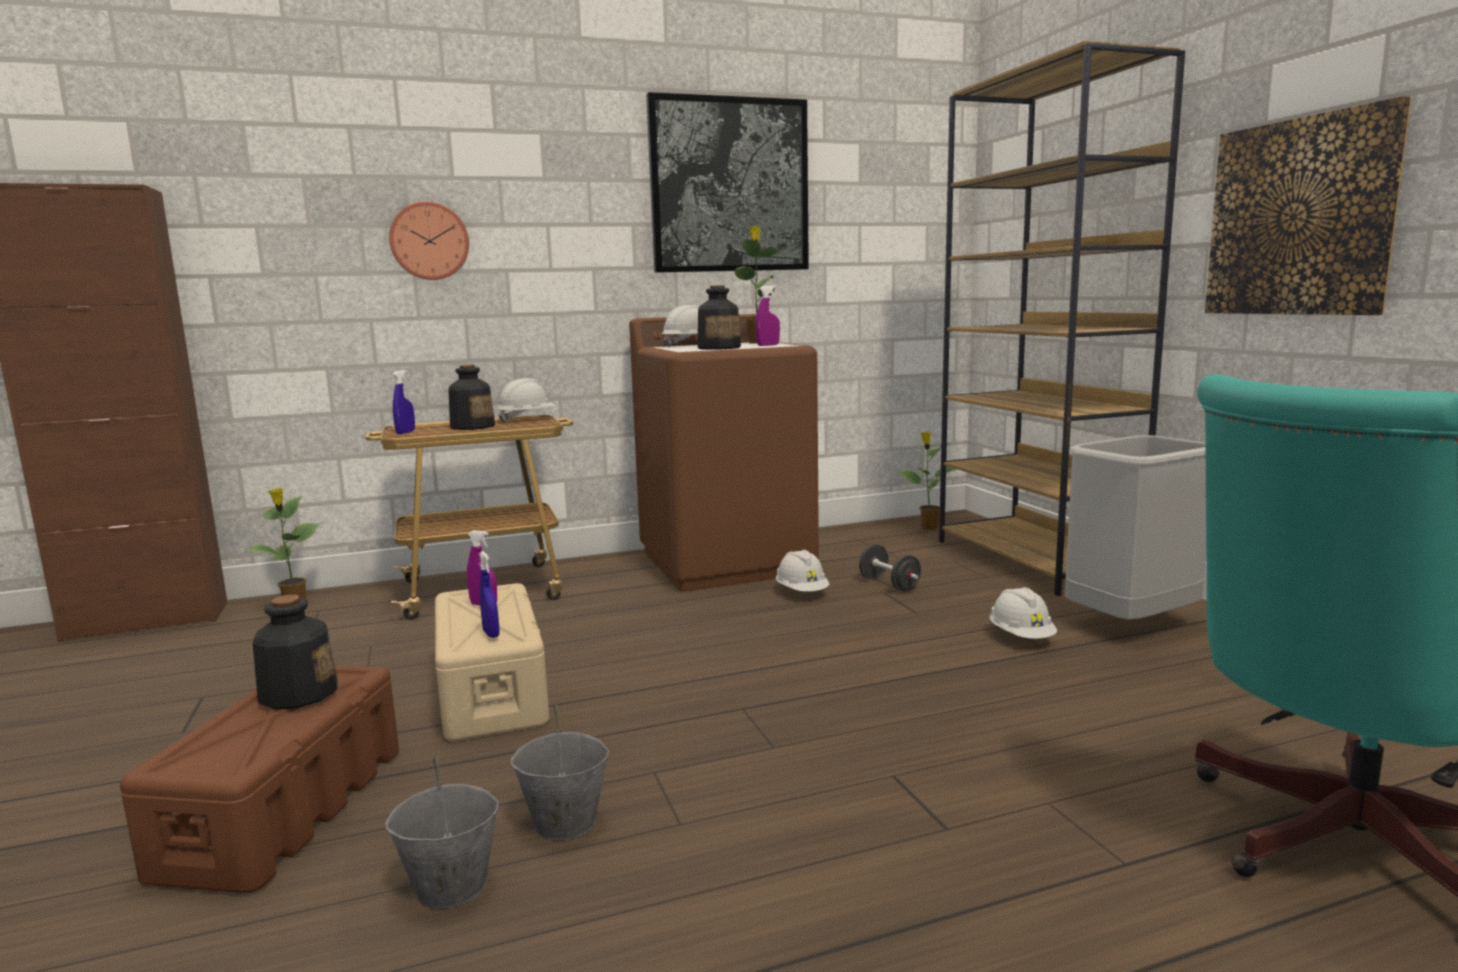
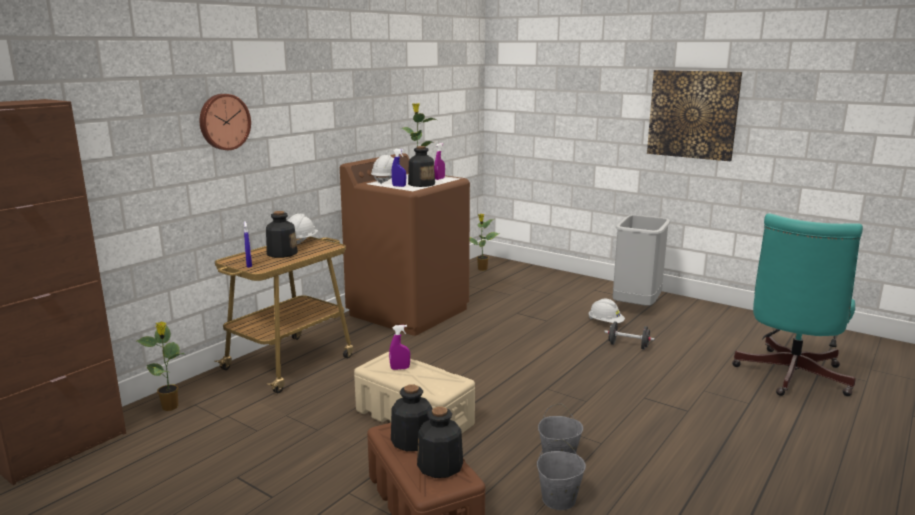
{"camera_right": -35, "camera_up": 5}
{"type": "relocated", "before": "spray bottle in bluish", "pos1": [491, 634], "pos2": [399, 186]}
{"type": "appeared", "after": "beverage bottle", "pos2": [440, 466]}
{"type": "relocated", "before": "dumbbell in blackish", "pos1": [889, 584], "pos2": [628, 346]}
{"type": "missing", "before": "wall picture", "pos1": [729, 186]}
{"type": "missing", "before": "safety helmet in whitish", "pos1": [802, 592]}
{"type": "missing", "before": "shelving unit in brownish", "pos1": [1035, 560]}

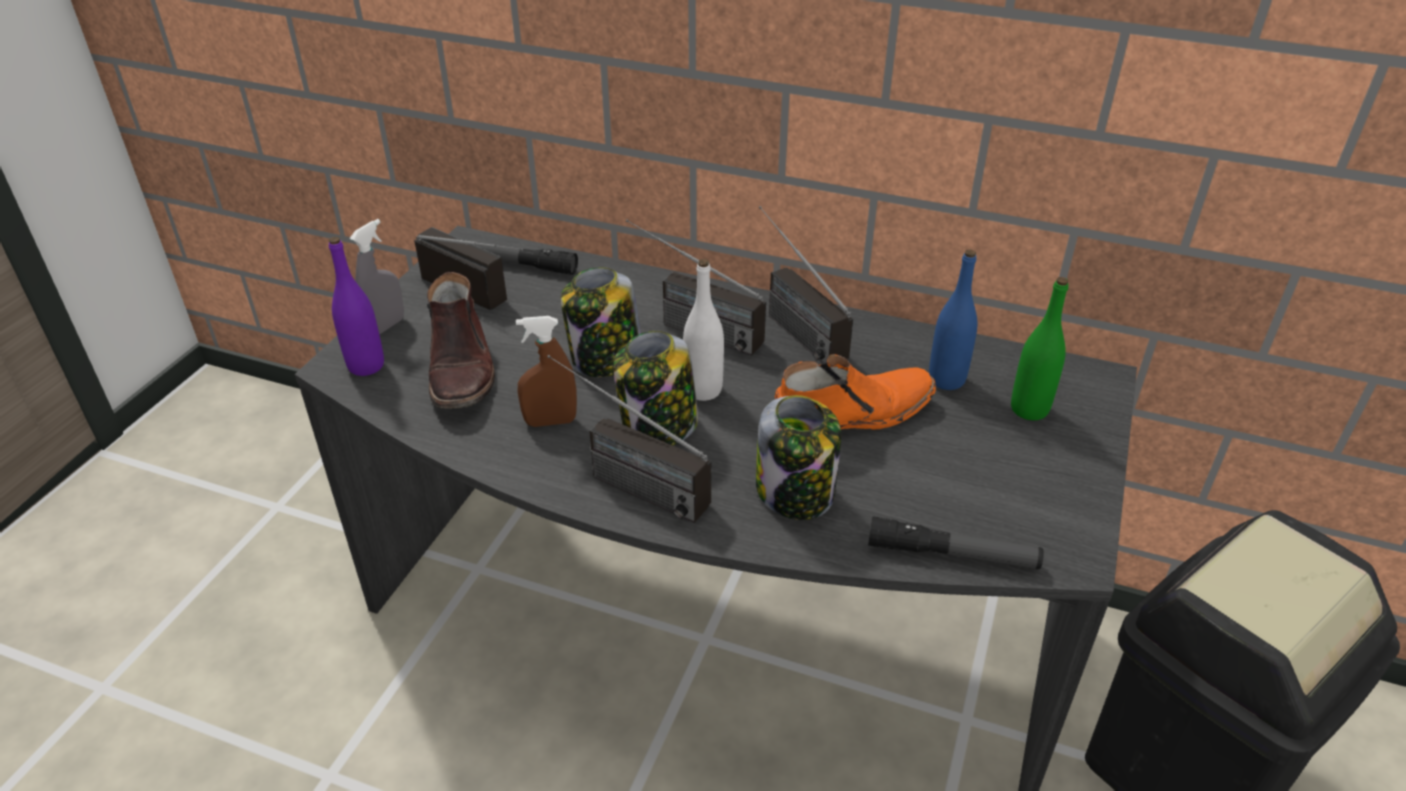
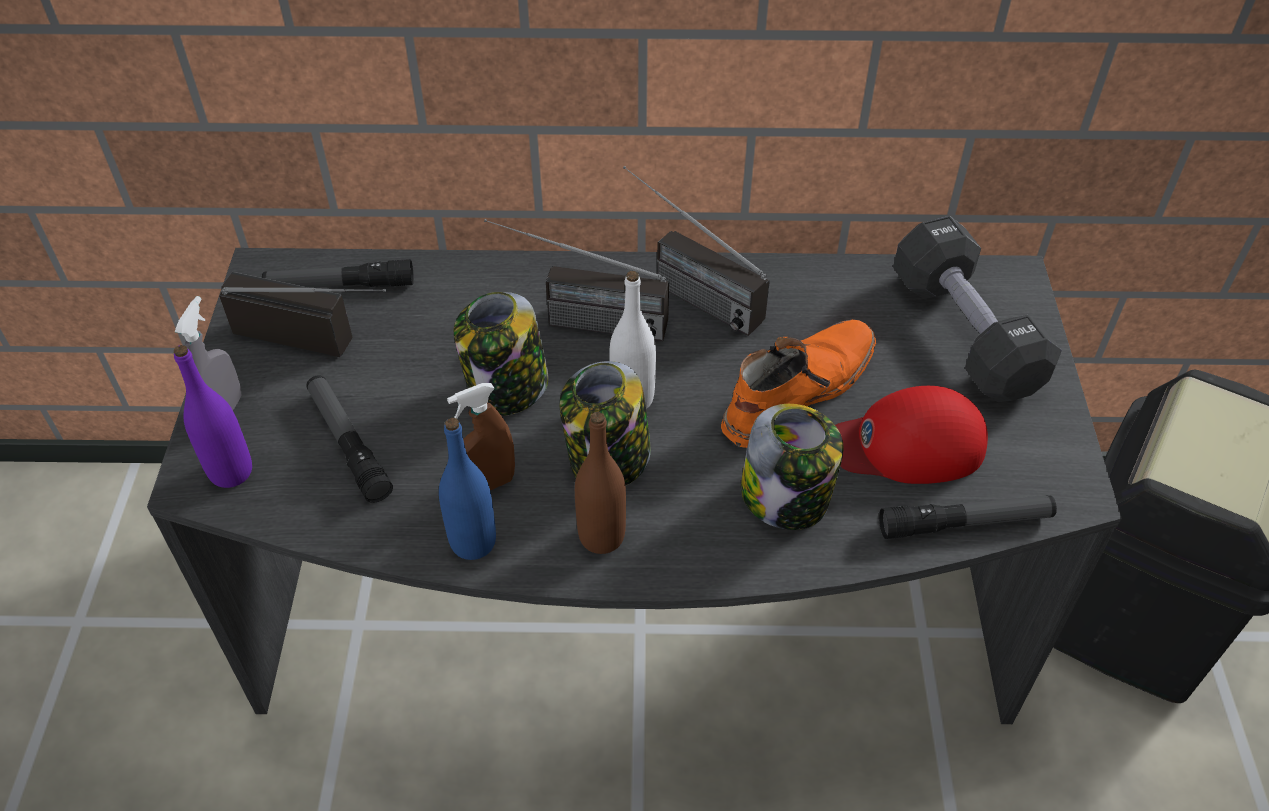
{"camera_right": -20, "camera_up": 10}
{"type": "exchanged", "before": "high-top boot in brownish", "after": "hand torch", "pos1": [462, 368], "pos2": [348, 444]}
{"type": "relocated", "before": "beverage bottle in bluish", "pos1": [946, 380], "pos2": [473, 542]}
{"type": "exchanged", "before": "radio set", "after": "beverage bottle in brownish", "pos1": [622, 480], "pos2": [601, 536]}
{"type": "appeared", "after": "baseball cap in red", "pos2": [907, 444]}
{"type": "exchanged", "before": "beverage bottle in green-coloured", "after": "dumbbell in blackish", "pos1": [1029, 409], "pos2": [965, 333]}

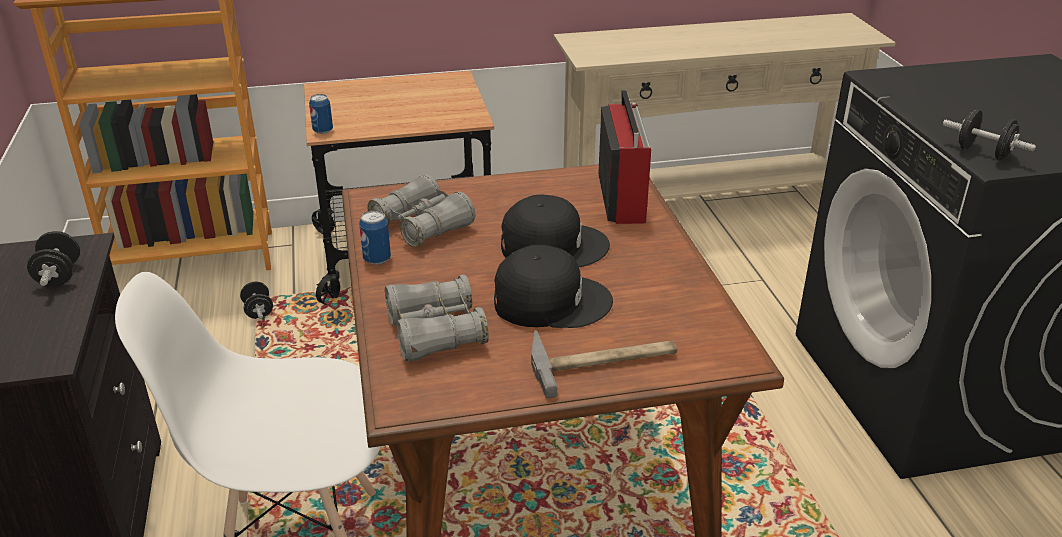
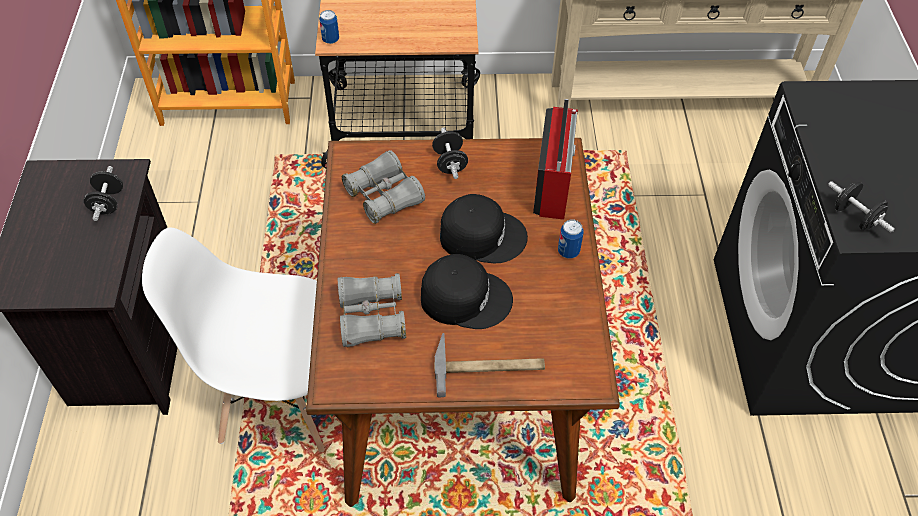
{"camera_right": 10, "camera_up": 20}
{"type": "relocated", "before": "dumbbell in blackish", "pos1": [258, 311], "pos2": [450, 163]}
{"type": "relocated", "before": "metal can", "pos1": [377, 259], "pos2": [568, 251]}

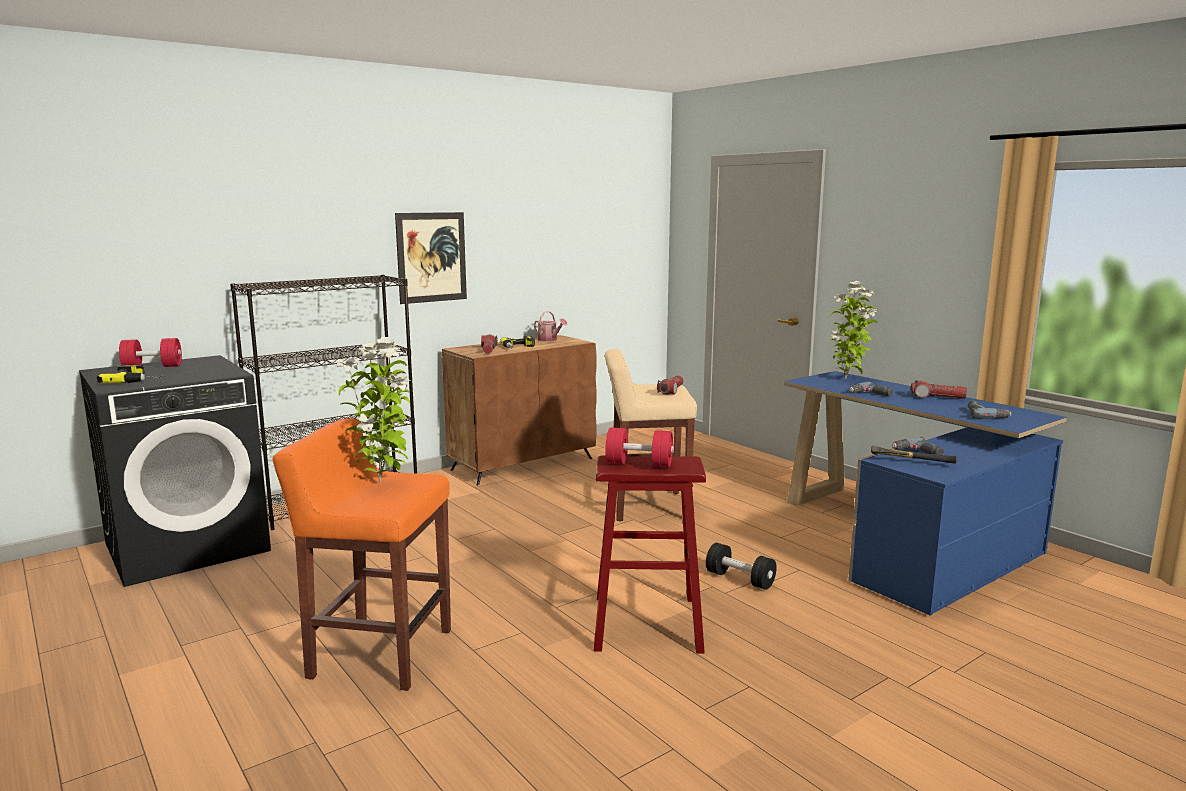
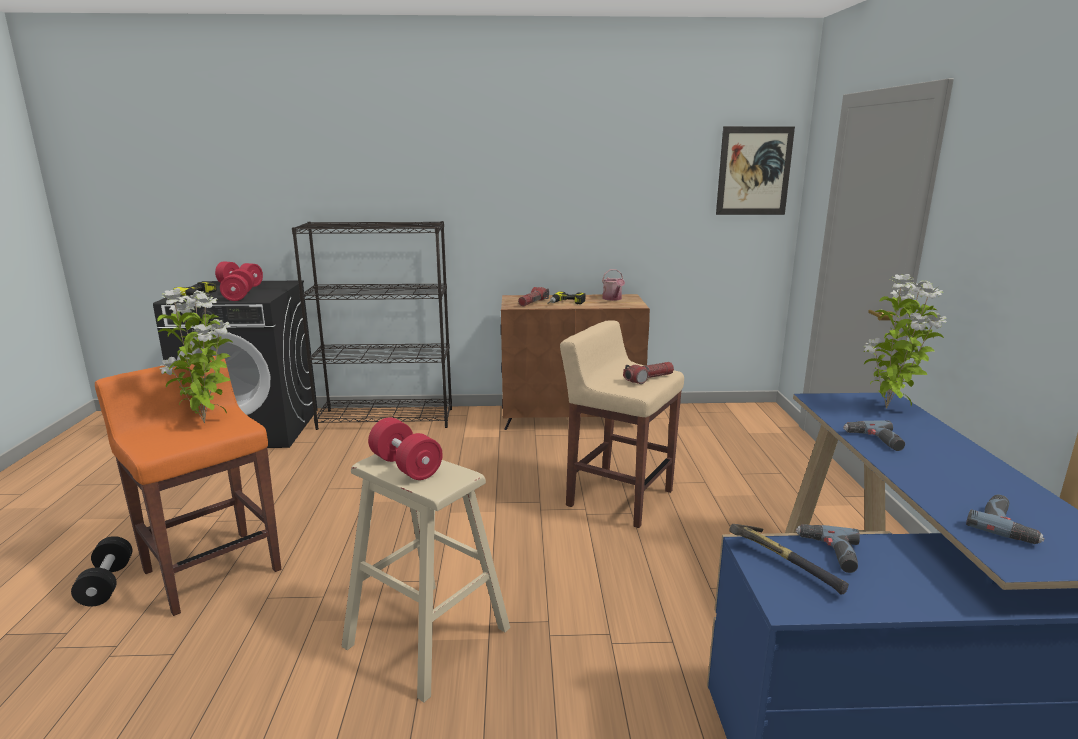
{"camera_right": 35, "camera_up": 5}
{"type": "relocated", "before": "dumbbell in blackish", "pos1": [740, 579], "pos2": [107, 584]}
{"type": "appeared", "after": "dumbbell in red", "pos2": [239, 296]}
{"type": "colour", "before": "sitting stool in red", "after": "sitting stool in beige", "pos1": [647, 623], "pos2": [427, 637]}
{"type": "relocated", "before": "wall picture", "pos1": [431, 257], "pos2": [754, 171]}
{"type": "missing", "before": "hand torch", "pos1": [937, 397]}

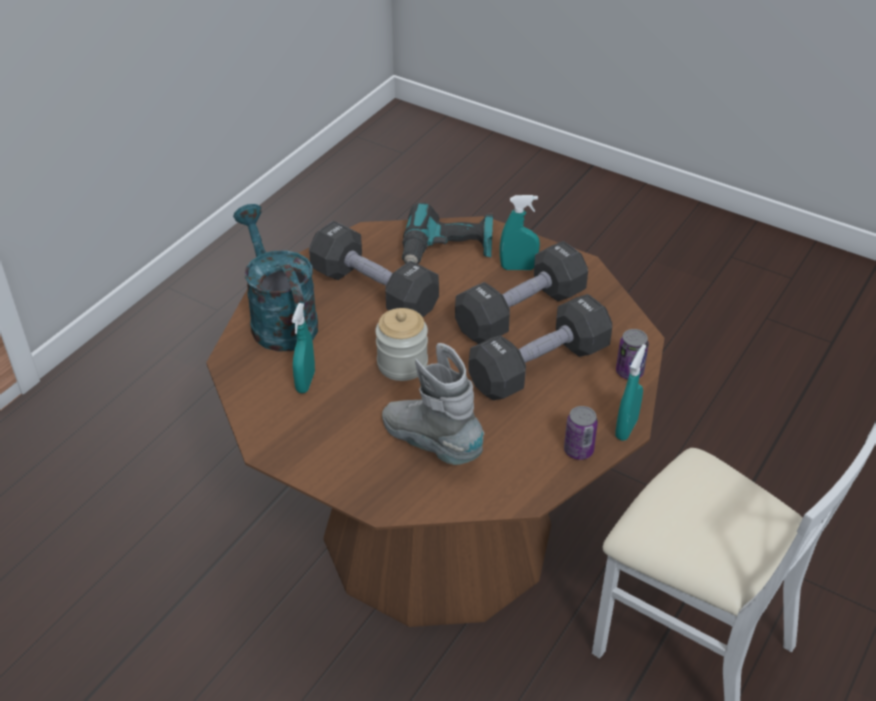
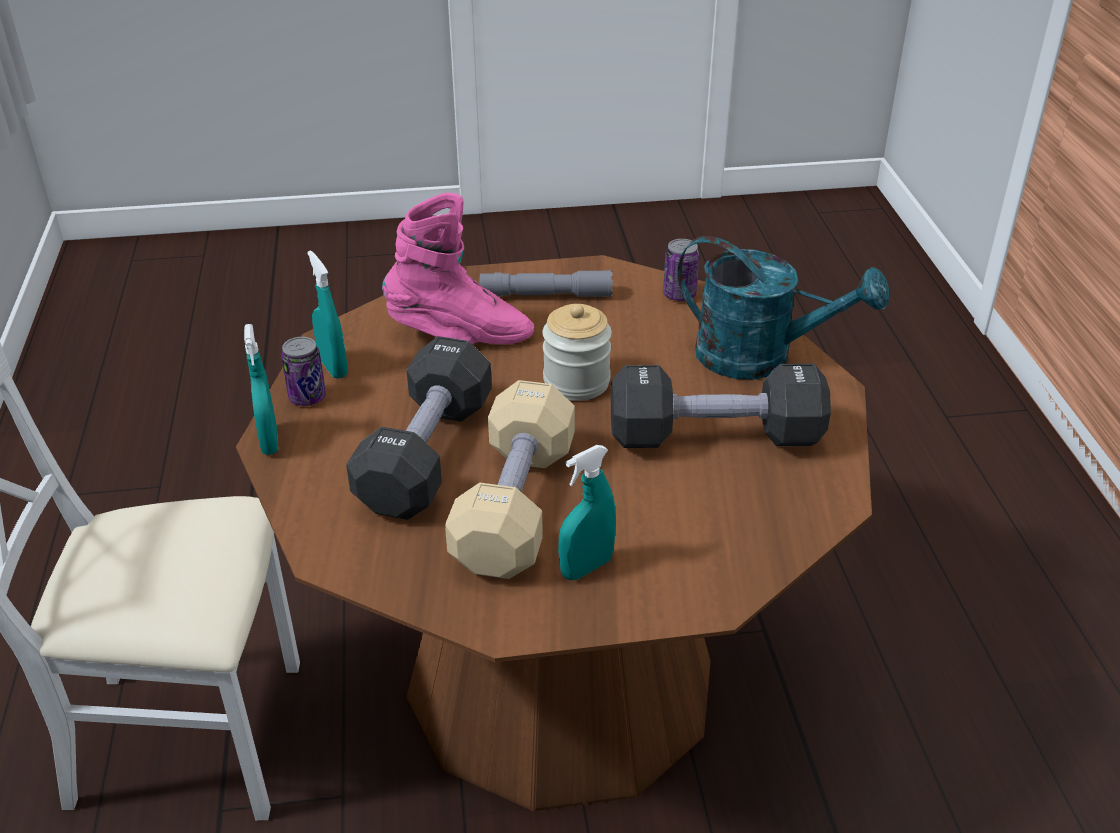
{"camera_right": 140, "camera_up": -5}
{"type": "relocated", "before": "spray bottle in turquoise-coloured", "pos1": [305, 382], "pos2": [333, 367]}
{"type": "colour", "before": "high-top boot in grey", "after": "high-top boot in pink-coloured", "pos1": [432, 444], "pos2": [460, 336]}
{"type": "colour", "before": "dumbbell in blackish", "after": "dumbbell in beige", "pos1": [520, 312], "pos2": [515, 506]}
{"type": "appeared", "after": "hand torch in grey", "pos2": [546, 295]}
{"type": "relocated", "before": "metal can", "pos1": [629, 372], "pos2": [679, 295]}
{"type": "missing", "before": "power drill", "pos1": [447, 251]}

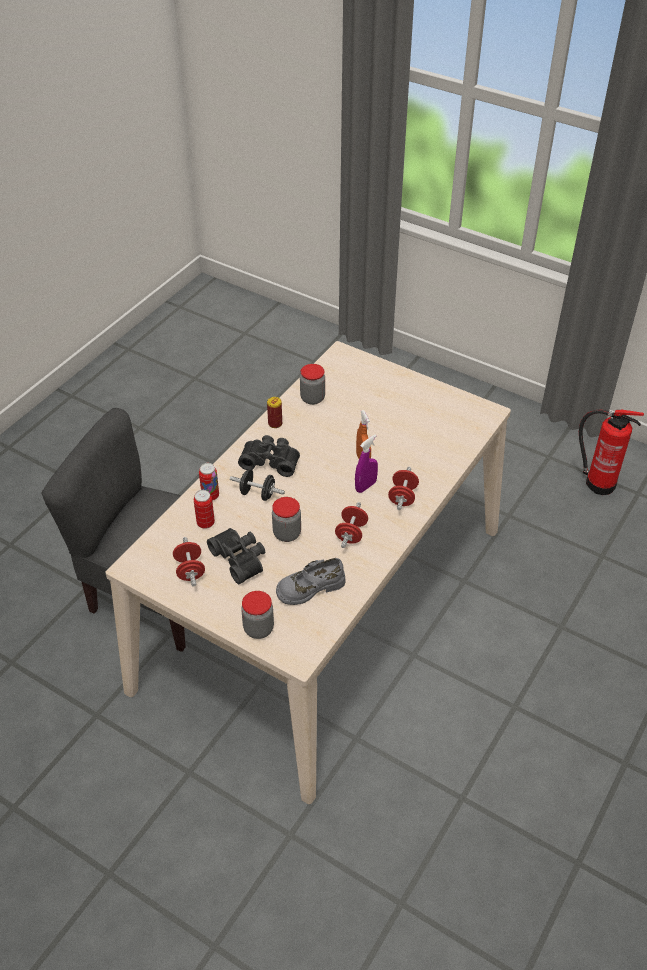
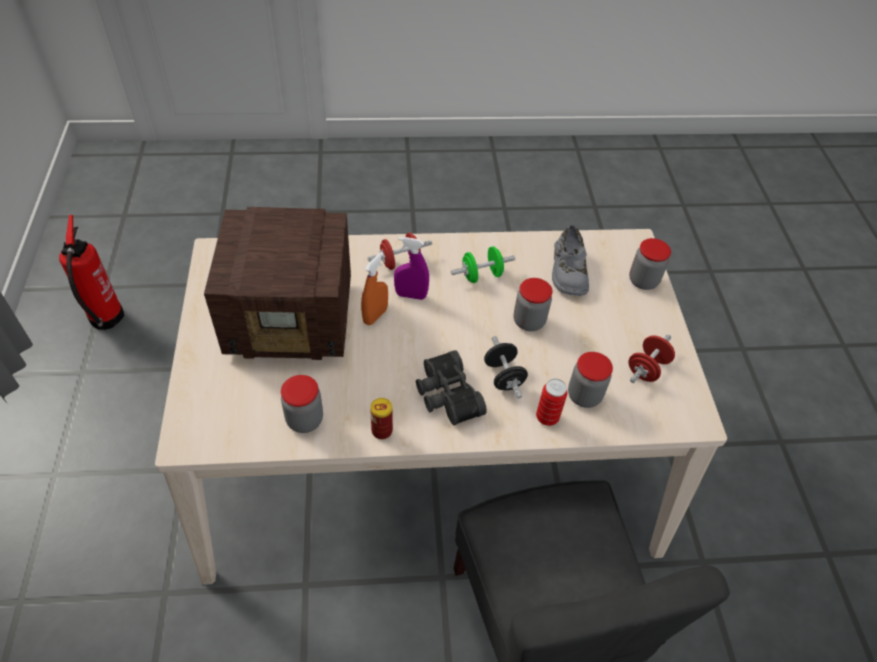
{"camera_right": -130, "camera_up": 5}
{"type": "appeared", "after": "radio set", "pos2": [293, 319]}
{"type": "colour", "before": "dumbbell in red", "after": "dumbbell in green-coloured", "pos1": [351, 533], "pos2": [481, 275]}
{"type": "spun", "before": "shoe in grey", "pos1": [310, 587], "pos2": [568, 271], "turn": 60}
{"type": "exchanged", "before": "metal can", "after": "preserve jar", "pos1": [205, 523], "pos2": [584, 395]}
{"type": "missing", "before": "pair of binoculars in blackish", "pos1": [240, 558]}

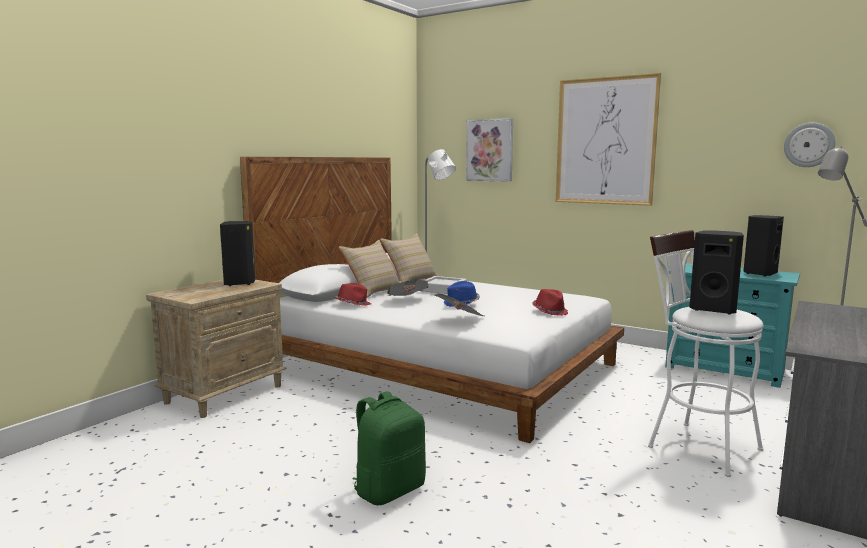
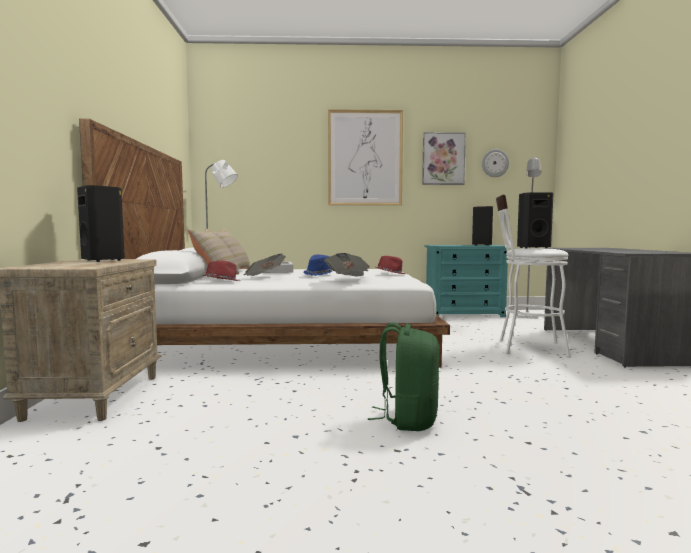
{"camera_right": -35, "camera_up": -5}
{"type": "relocated", "before": "wall picture", "pos1": [490, 150], "pos2": [443, 159]}

